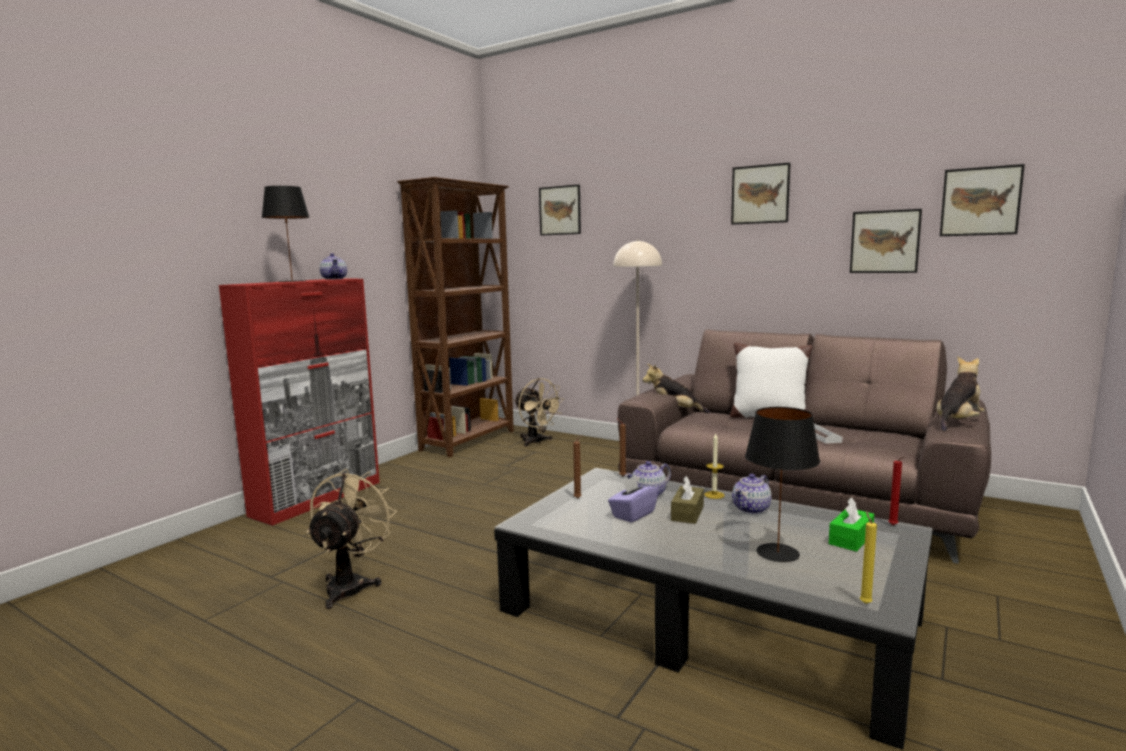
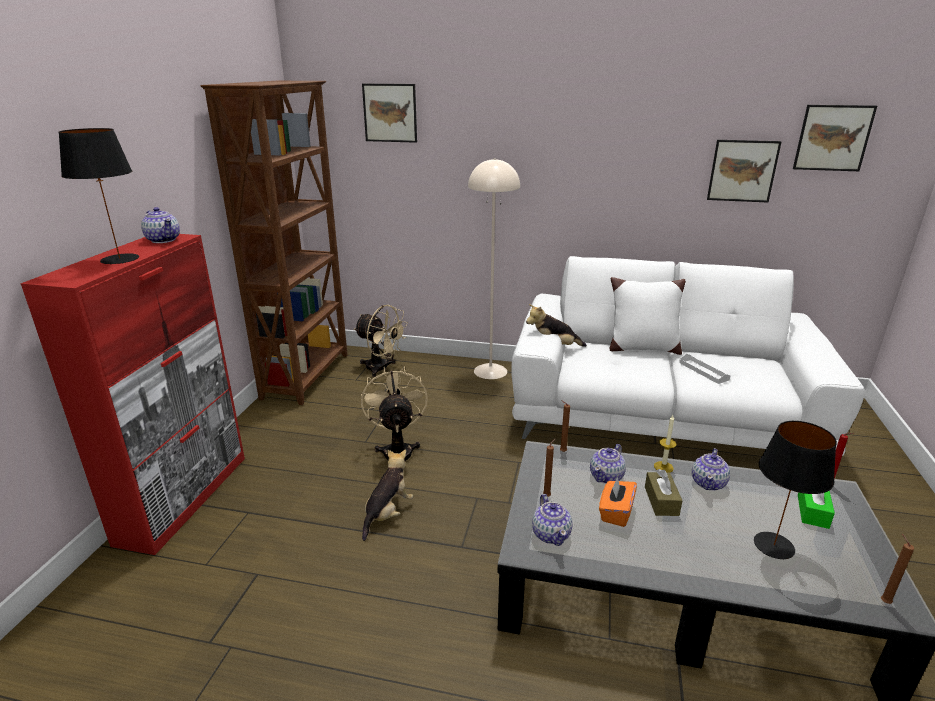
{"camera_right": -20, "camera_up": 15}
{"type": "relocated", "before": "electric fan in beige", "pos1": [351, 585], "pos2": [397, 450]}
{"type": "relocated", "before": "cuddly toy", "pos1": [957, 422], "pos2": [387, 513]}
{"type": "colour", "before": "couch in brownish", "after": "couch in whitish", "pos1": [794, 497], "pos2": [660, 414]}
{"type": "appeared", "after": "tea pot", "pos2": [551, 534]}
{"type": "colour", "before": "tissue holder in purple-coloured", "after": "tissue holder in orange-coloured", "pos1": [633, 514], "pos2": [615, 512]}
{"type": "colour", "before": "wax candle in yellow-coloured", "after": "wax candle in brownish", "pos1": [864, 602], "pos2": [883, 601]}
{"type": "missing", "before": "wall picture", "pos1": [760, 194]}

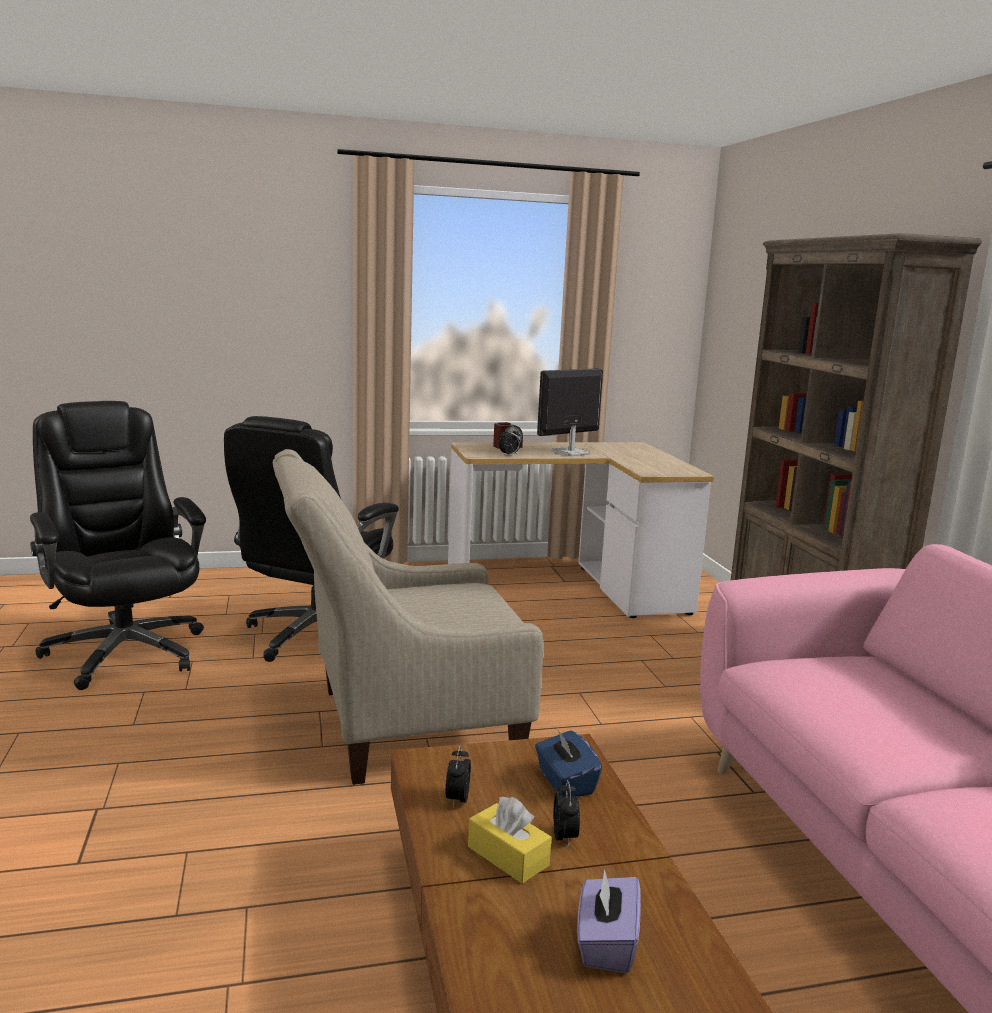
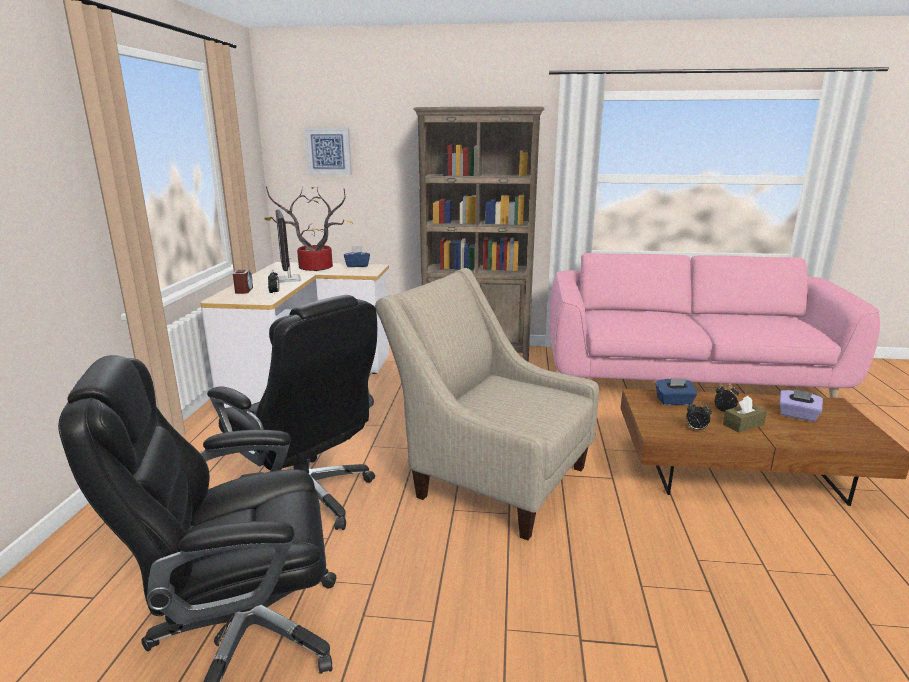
{"camera_right": -70, "camera_up": 5}
{"type": "appeared", "after": "plant in a pot", "pos2": [313, 269]}
{"type": "appeared", "after": "wall picture", "pos2": [328, 151]}
{"type": "appeared", "after": "tissue holder in bluish", "pos2": [357, 265]}
{"type": "spun", "before": "lounge chair in beige", "pos1": [399, 726], "pos2": [491, 478], "turn": 120}
{"type": "colour", "before": "tissue holder in yellow-coloured", "after": "tissue holder in brownish", "pos1": [508, 856], "pos2": [743, 424]}

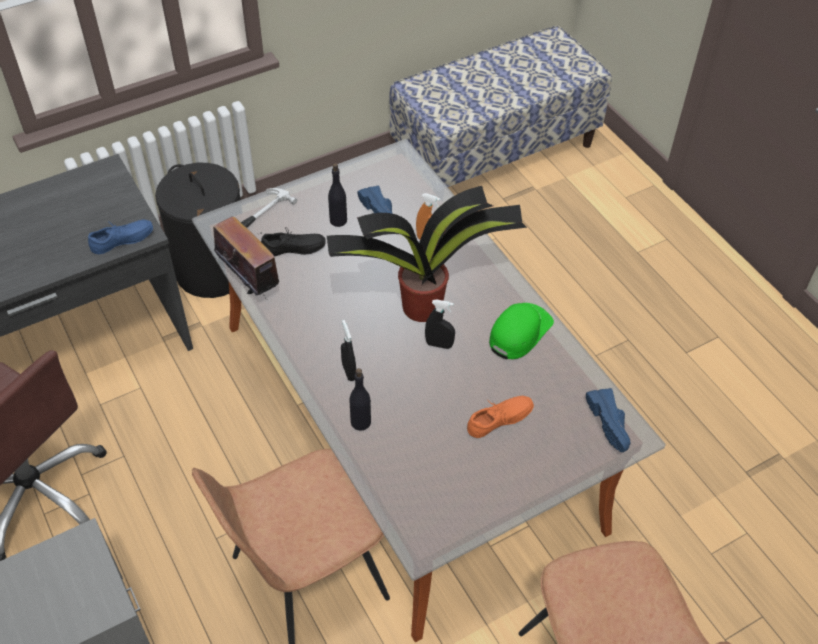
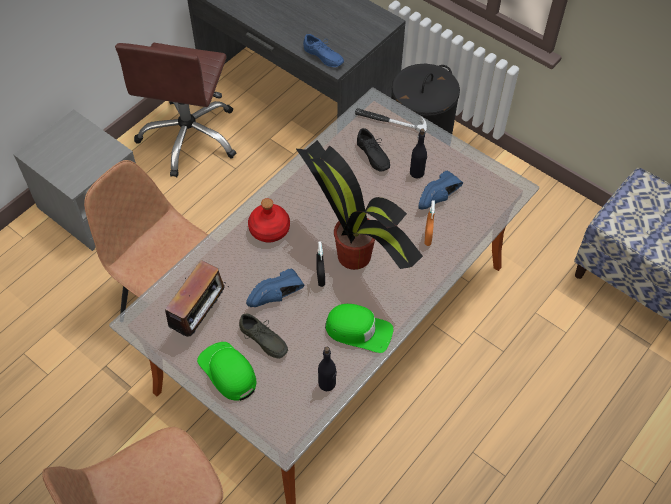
{"camera_right": 70, "camera_up": 5}
{"type": "relocated", "before": "radio set", "pos1": [250, 281], "pos2": [200, 316]}
{"type": "appeared", "after": "baseball cap in green-coloured", "pos2": [228, 372]}
{"type": "colour", "before": "shoe in orange-coloured", "after": "shoe in grey", "pos1": [501, 421], "pos2": [262, 341]}
{"type": "relocated", "before": "shoe in bluish", "pos1": [611, 424], "pos2": [277, 297]}
{"type": "exchanged", "before": "spray bottle in blackish", "after": "beverage bottle in red", "pos1": [349, 371], "pos2": [270, 229]}
{"type": "relocated", "before": "beverage bottle in blackish", "pos1": [361, 422], "pos2": [327, 383]}

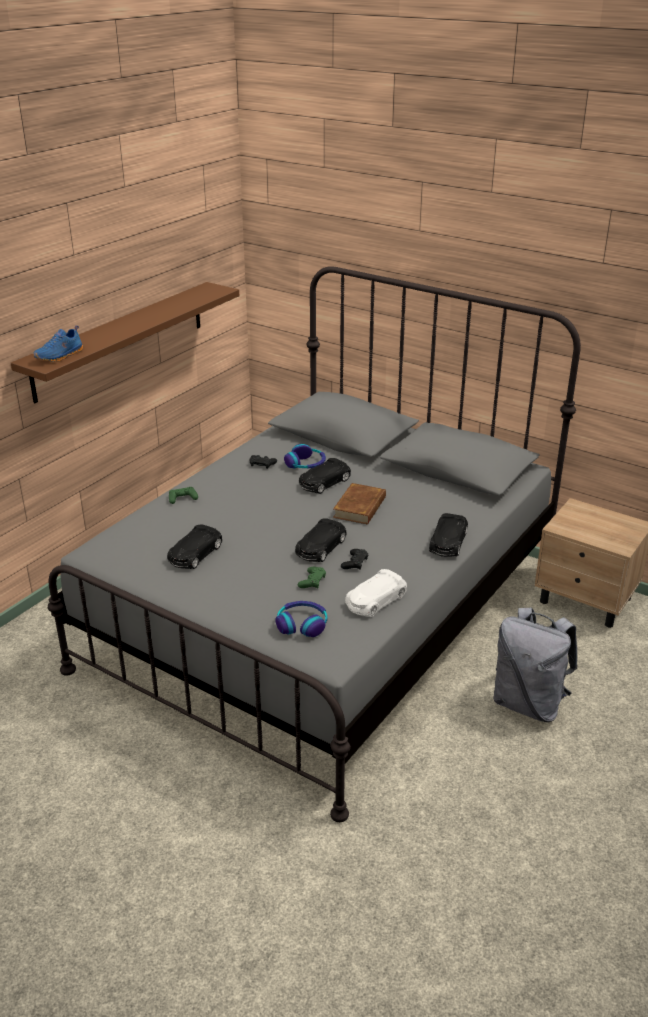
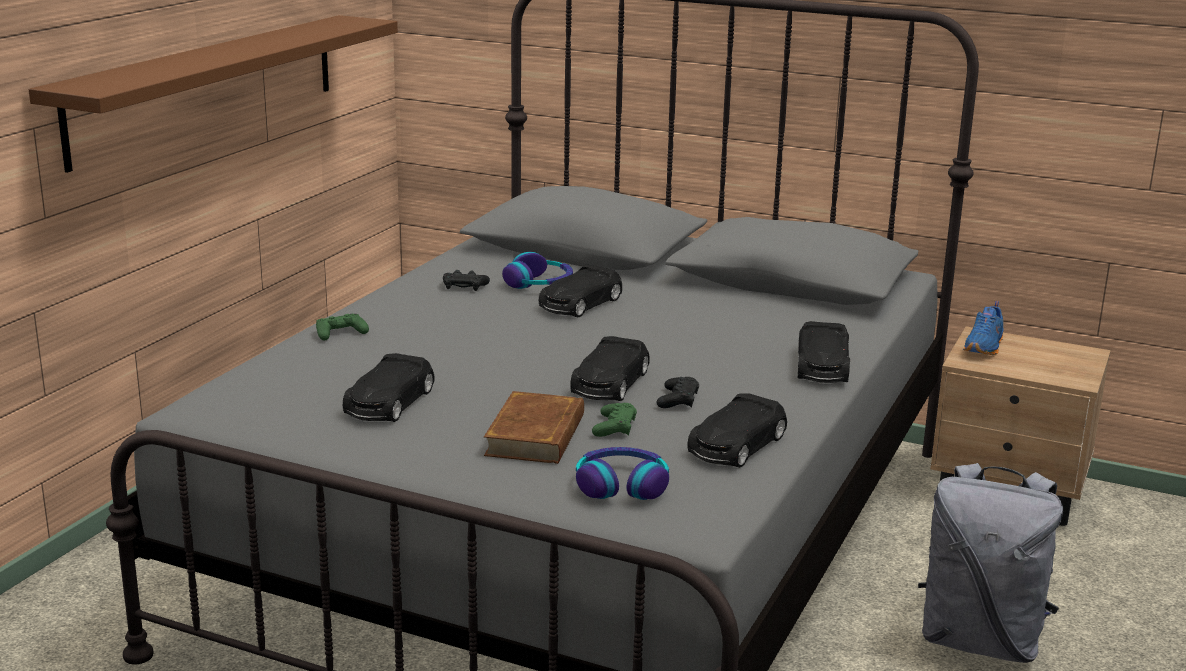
{"camera_right": -10, "camera_up": -10}
{"type": "relocated", "before": "volume in brownish", "pos1": [360, 507], "pos2": [536, 435]}
{"type": "colour", "before": "toy car in whitish", "after": "toy car in blackish", "pos1": [375, 600], "pos2": [736, 446]}
{"type": "relocated", "before": "shoe in bluish", "pos1": [60, 356], "pos2": [985, 347]}

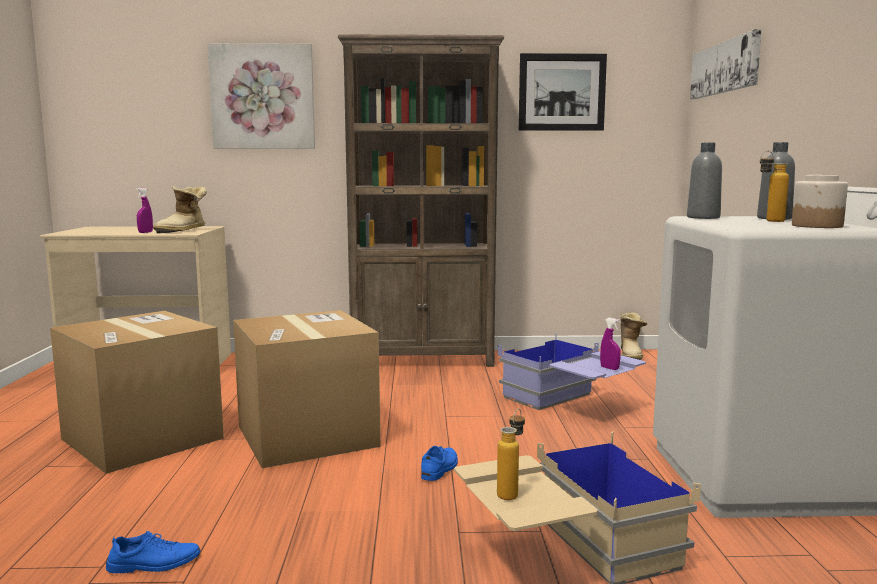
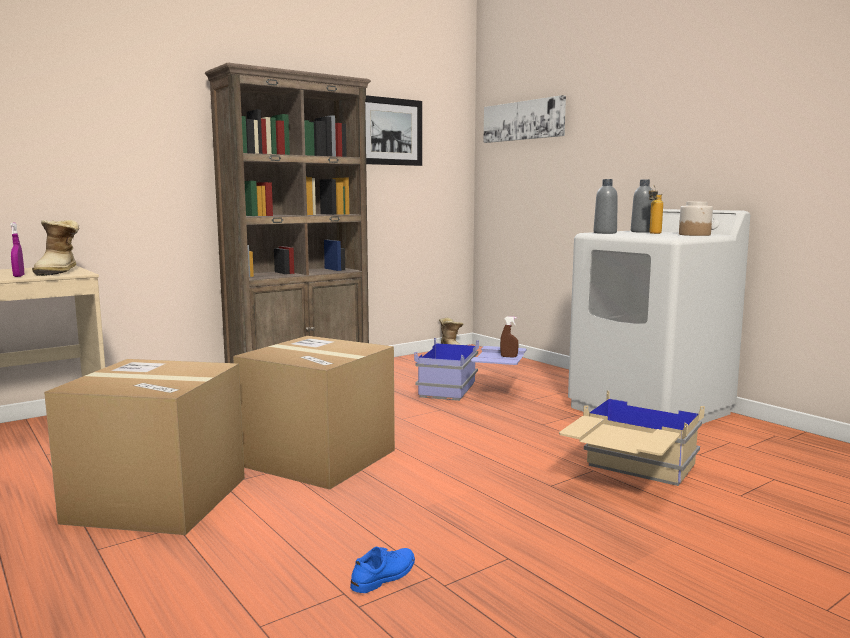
{"camera_right": -35, "camera_up": 0}
{"type": "colour", "before": "spray bottle in purple-coloured", "after": "spray bottle in brownish", "pos1": [609, 368], "pos2": [509, 357]}
{"type": "missing", "before": "wall picture", "pos1": [263, 97]}
{"type": "missing", "before": "shoe in bluish", "pos1": [440, 468]}
{"type": "missing", "before": "beverage bottle", "pos1": [511, 492]}

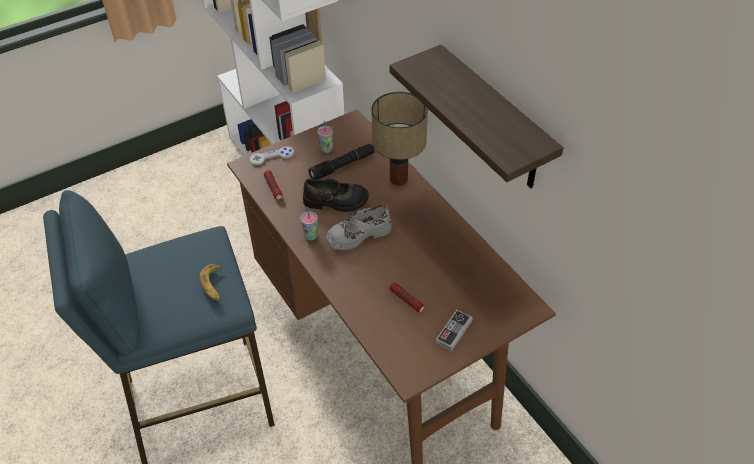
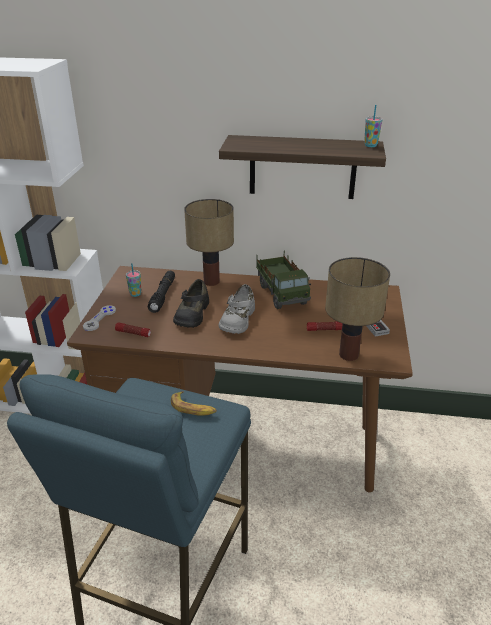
{"camera_right": -50, "camera_up": -15}
{"type": "spun", "before": "shoe in blackish", "pos1": [335, 201], "pos2": [192, 314], "turn": 150}
{"type": "appeared", "after": "toy lorry", "pos2": [282, 293]}
{"type": "appeared", "after": "lamp for a table", "pos2": [348, 354]}
{"type": "relocated", "before": "small cup", "pos1": [311, 236], "pos2": [370, 145]}

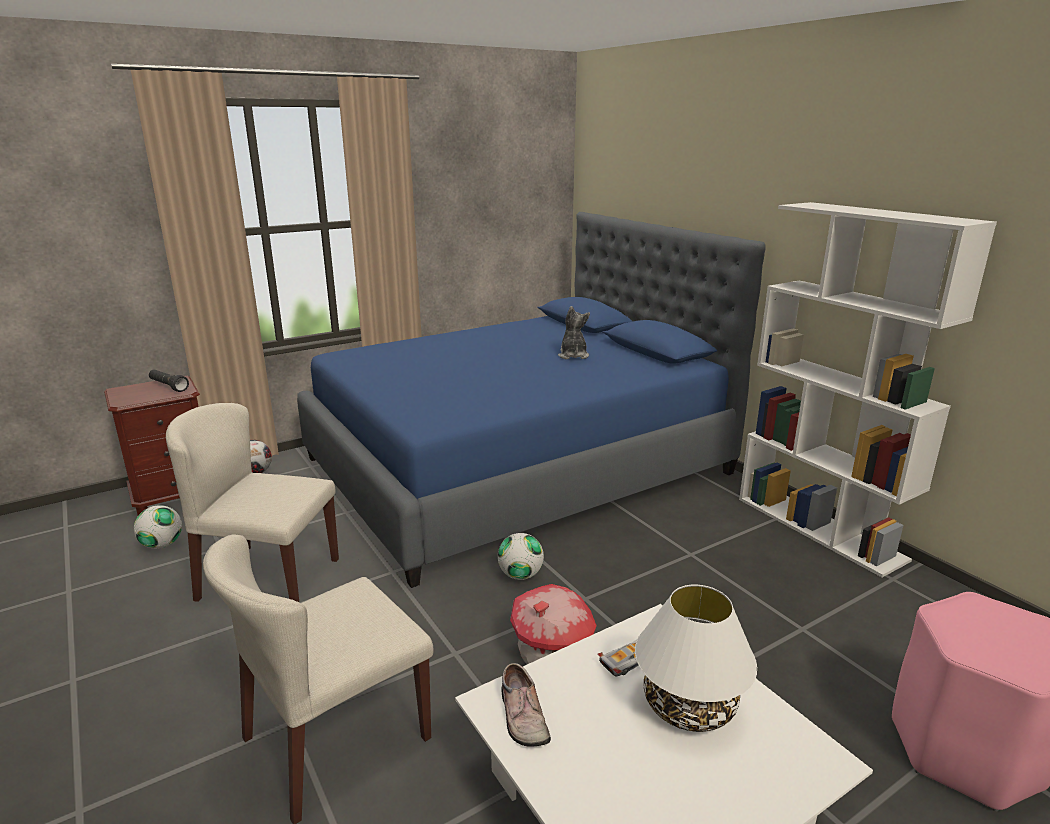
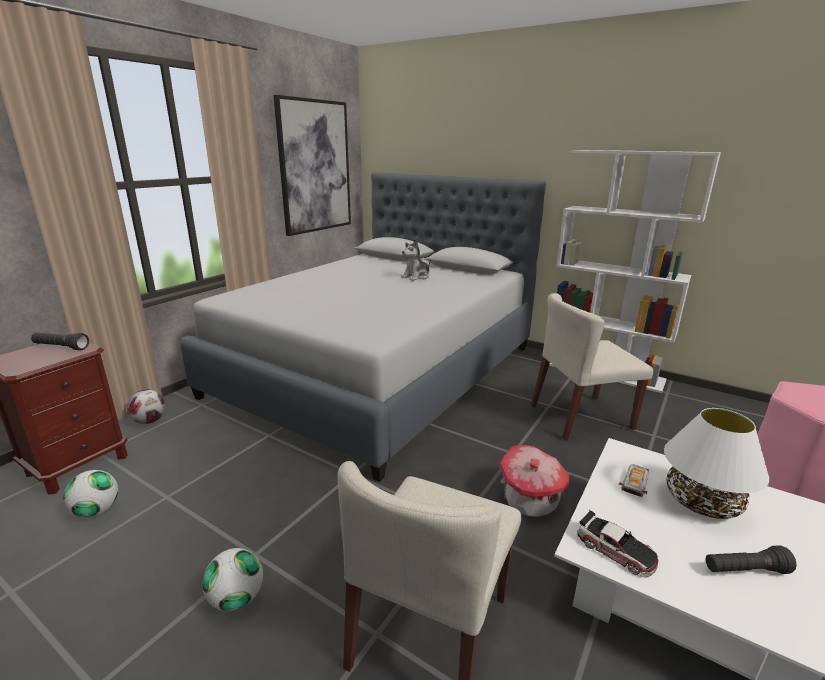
{"camera_right": -25, "camera_up": 0}
{"type": "colour", "before": "bed in bluish", "after": "bed in grey", "pos1": [517, 466], "pos2": [379, 370]}
{"type": "relocated", "before": "football", "pos1": [520, 575], "pos2": [237, 599]}
{"type": "appeared", "after": "wall picture", "pos2": [315, 167]}
{"type": "spun", "before": "cuddly toy", "pos1": [573, 355], "pos2": [416, 277], "turn": -105}
{"type": "relocated", "before": "chair in beige", "pos1": [268, 579], "pos2": [580, 417]}
{"type": "exchanged", "before": "shoe", "after": "toy car", "pos1": [521, 716], "pos2": [615, 550]}
{"type": "appeared", "after": "hand torch in blackish", "pos2": [745, 570]}

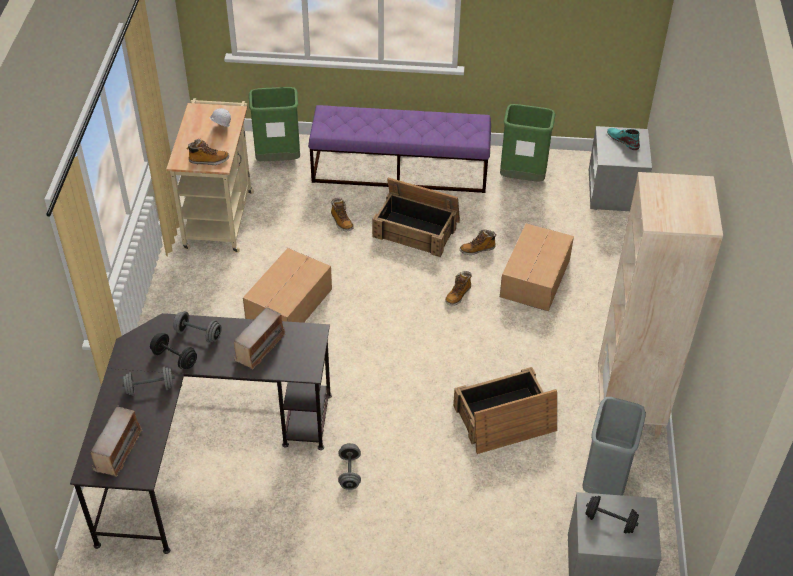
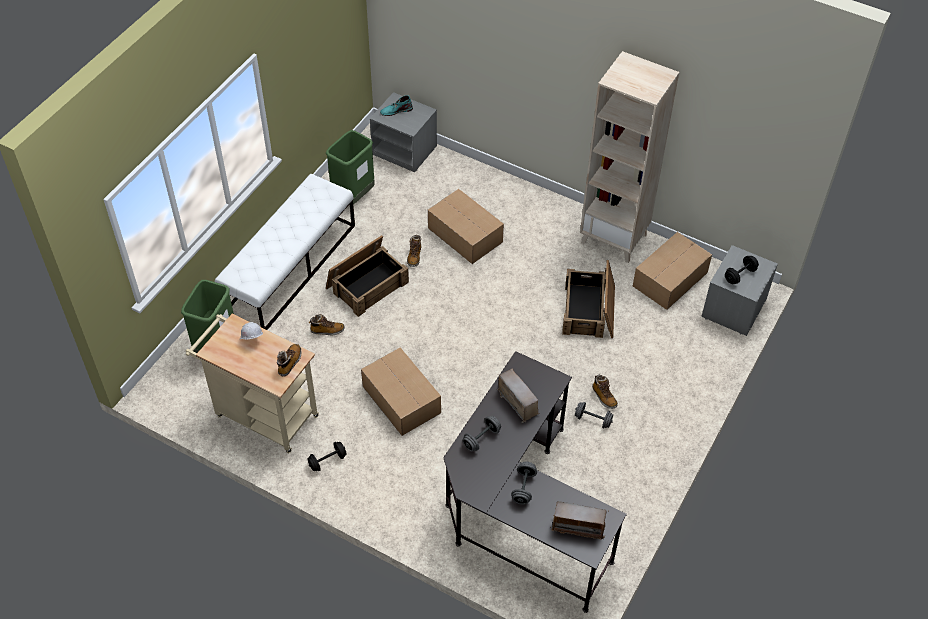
{"camera_right": -65, "camera_up": 5}
{"type": "colour", "before": "long seat in purple-coloured", "after": "long seat in whitish", "pos1": [400, 170], "pos2": [291, 268]}
{"type": "relocated", "before": "dumbbell in blackish", "pos1": [174, 358], "pos2": [327, 461]}
{"type": "spun", "before": "radio set", "pos1": [118, 450], "pos2": [578, 526], "turn": 150}
{"type": "relocated", "before": "high-top boot", "pos1": [458, 295], "pos2": [604, 397]}
{"type": "exchanged", "before": "rubbish bin in grey", "after": "cardboard box", "pos1": [604, 482], "pos2": [669, 279]}

